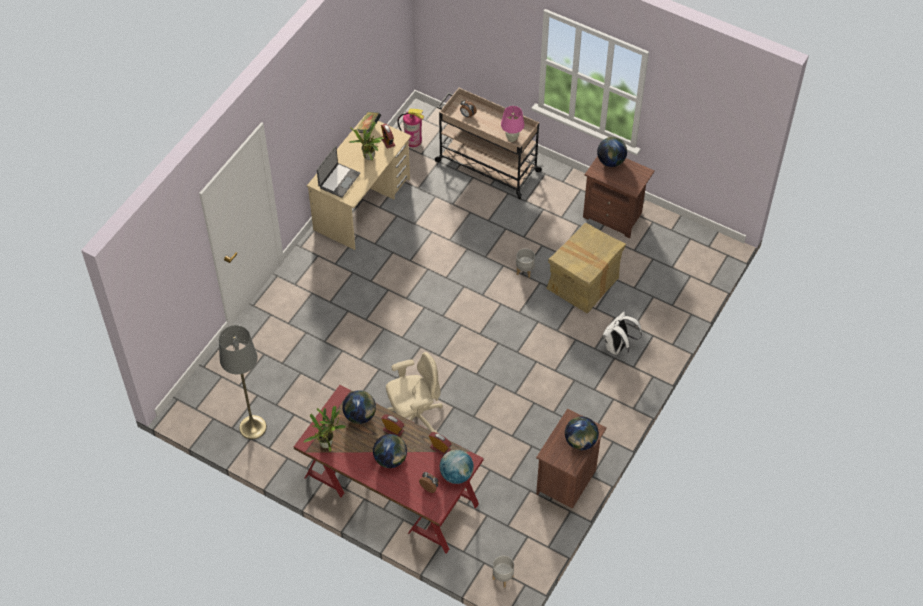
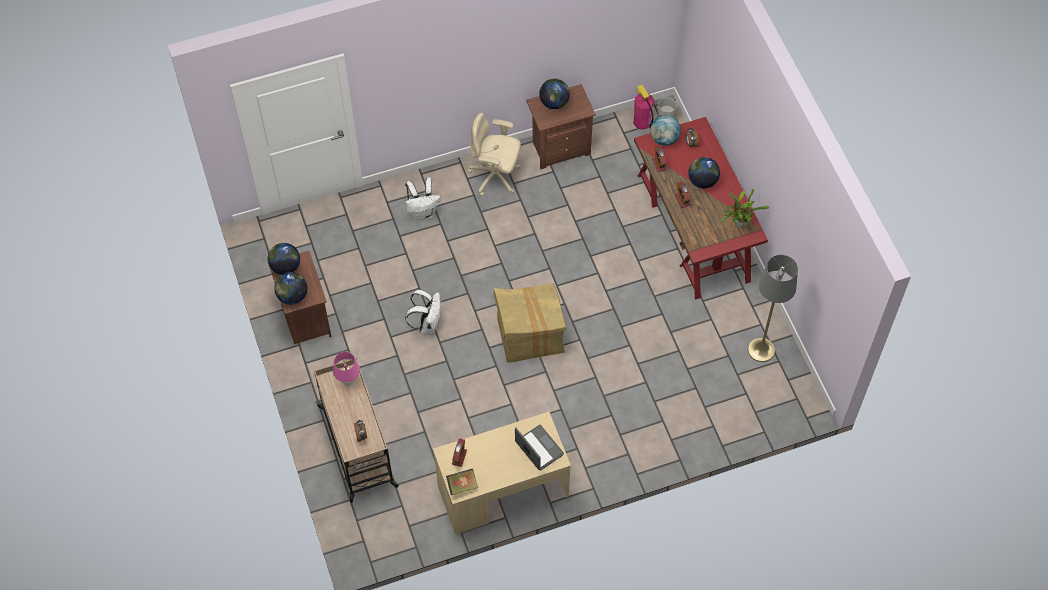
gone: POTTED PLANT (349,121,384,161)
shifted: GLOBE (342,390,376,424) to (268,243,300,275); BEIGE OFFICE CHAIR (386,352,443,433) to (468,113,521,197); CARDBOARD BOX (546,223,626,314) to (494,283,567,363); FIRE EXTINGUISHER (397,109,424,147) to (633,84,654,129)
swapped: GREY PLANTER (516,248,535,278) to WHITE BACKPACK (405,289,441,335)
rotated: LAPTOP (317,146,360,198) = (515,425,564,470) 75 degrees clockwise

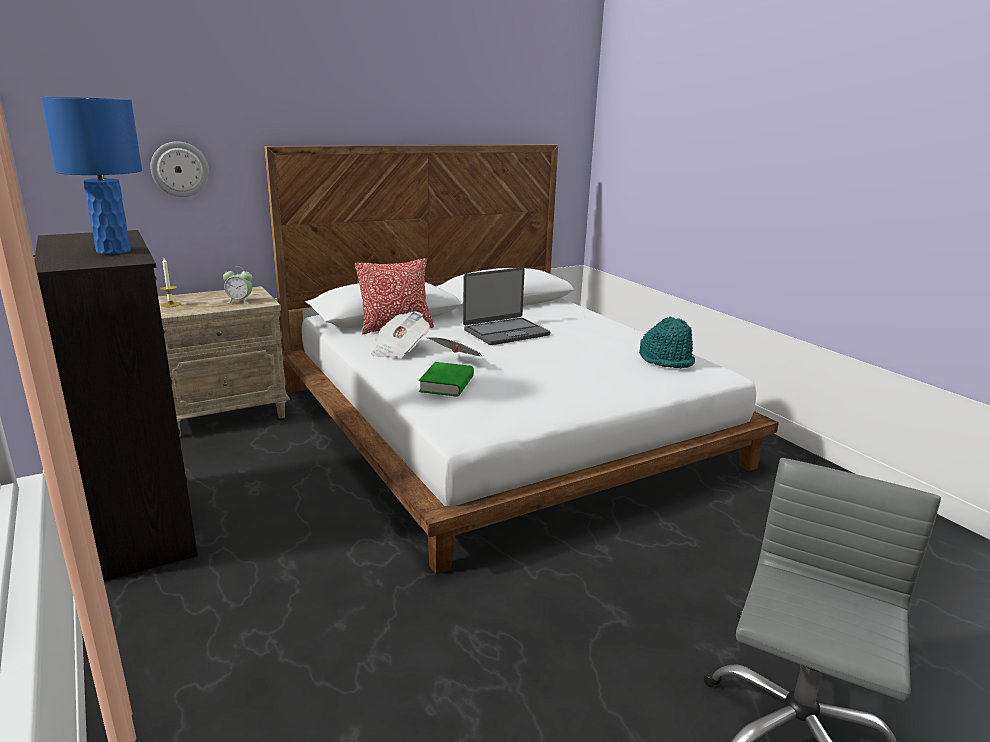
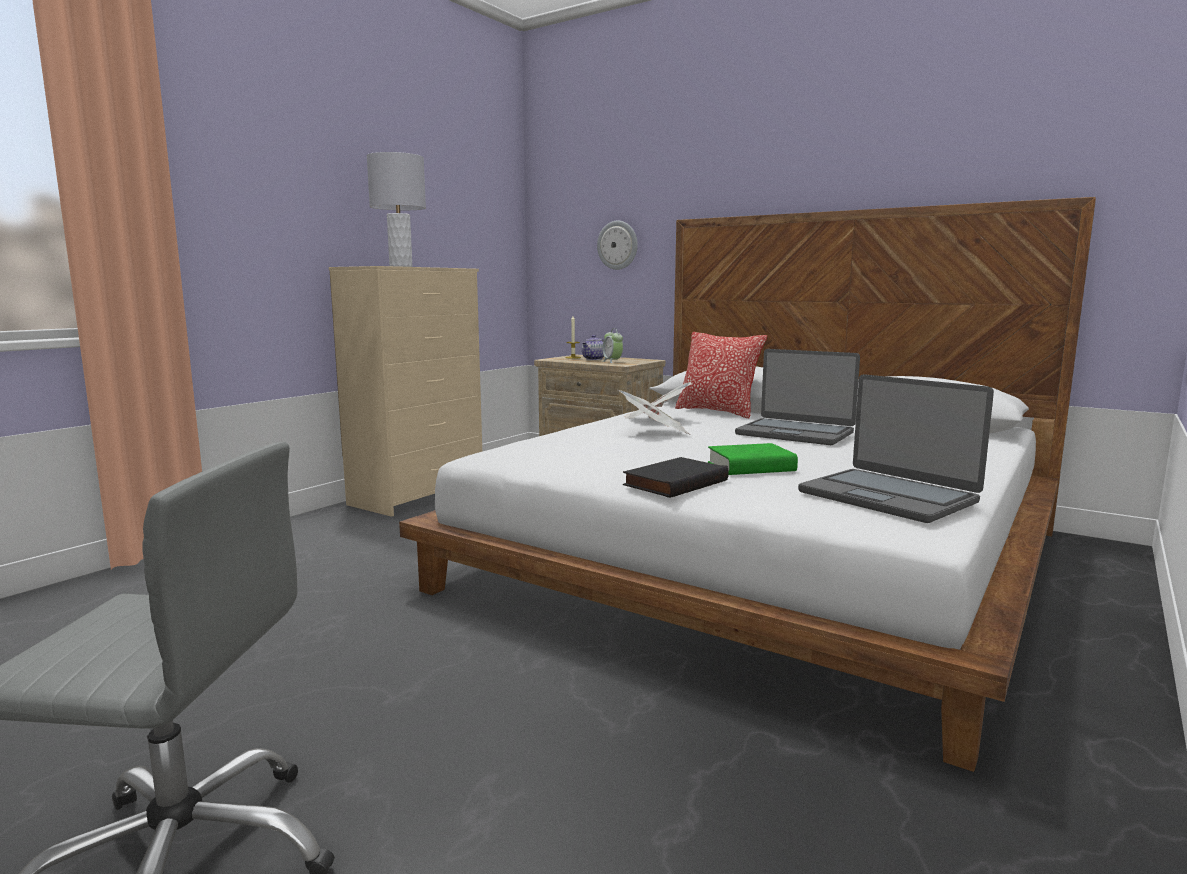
new: TEAPOT (582,335,604,360); BLACK BOOK (623,457,729,498)
shifted: GREEN BOOK (419,362,474,397) to (708,443,798,475)
swapped: TURQUOISE HAT (639,317,695,368) to LAPTOP (798,374,994,523)
repainted: BLACK DRESSER (33,230,198,581) to BEIGE DRESSER (329,266,482,517); BLUE TABLE LAMP (40,97,142,255) to GREY TABLE LAMP (367,152,426,267)

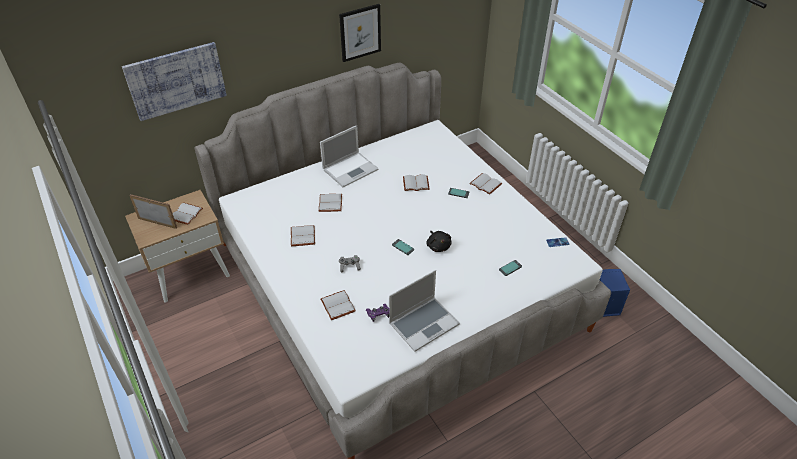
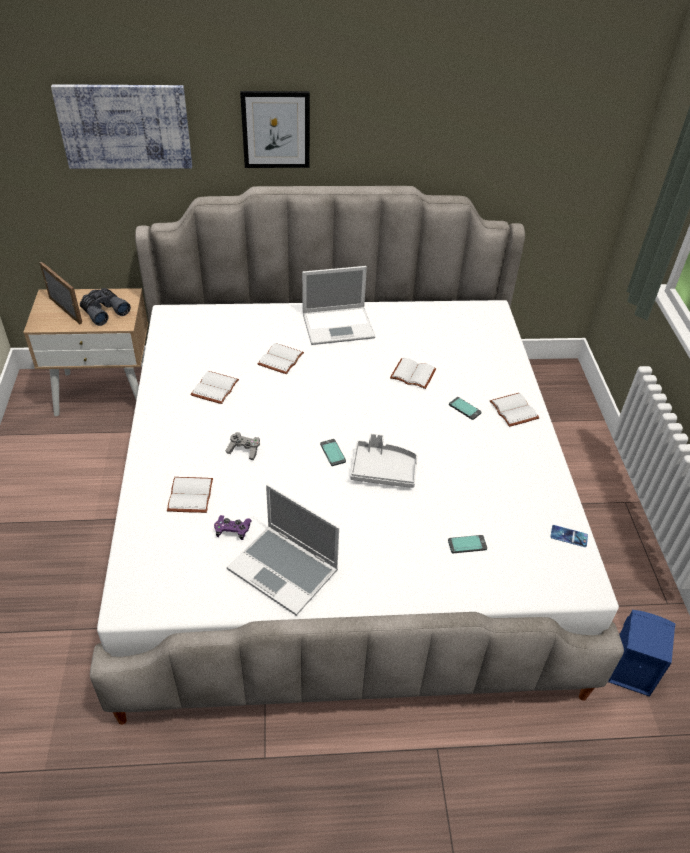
shifted: PICTURE (339,4,381,62) to (240,91,310,168)
swapped: WHITE BOOK (173,203,203,225) to GREY BINOCULARS (80,288,131,326); BLACK PLUSH TOY (426,231,451,252) to GREY TRAY (350,433,418,488)
rotated: LAPTOP (389,270,460,352) = (227,484,339,616) 45 degrees clockwise

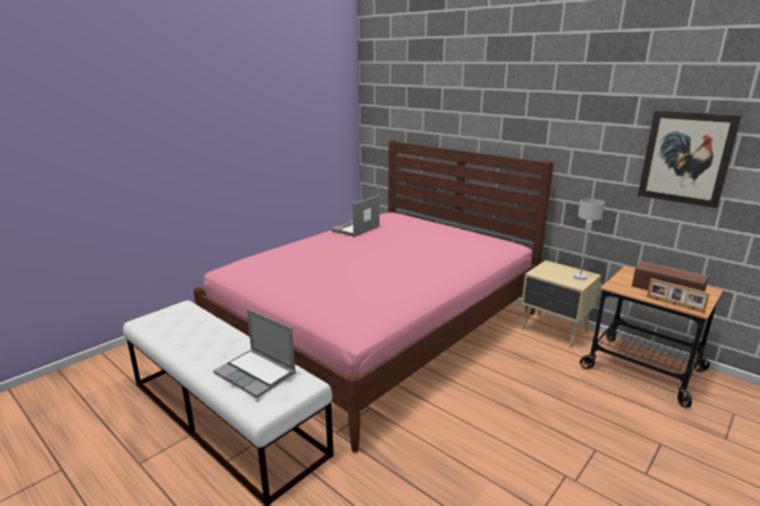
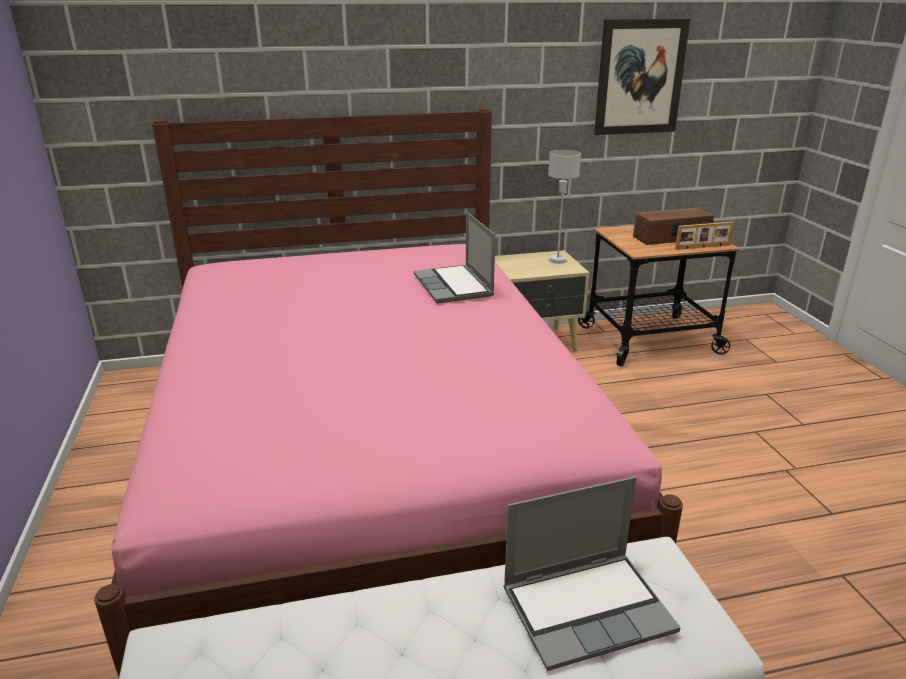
shifted: LAPTOP (330,195,380,237) to (414,212,495,303)

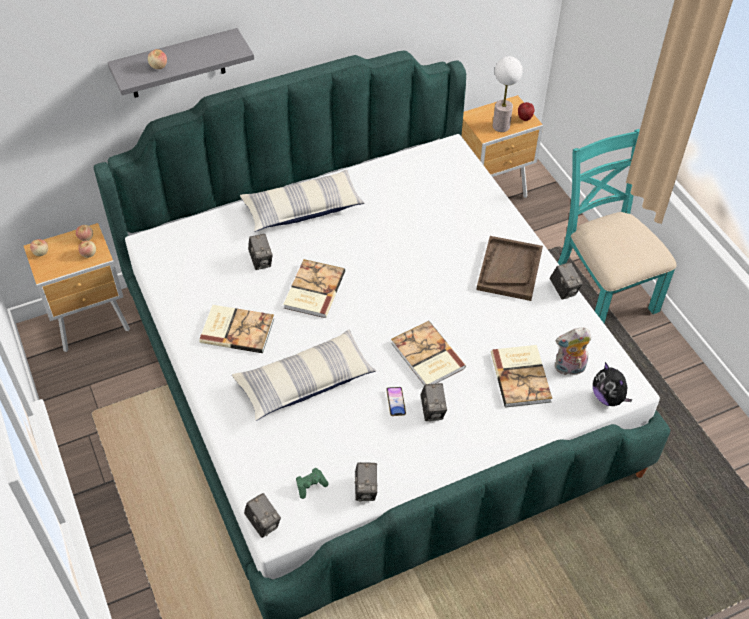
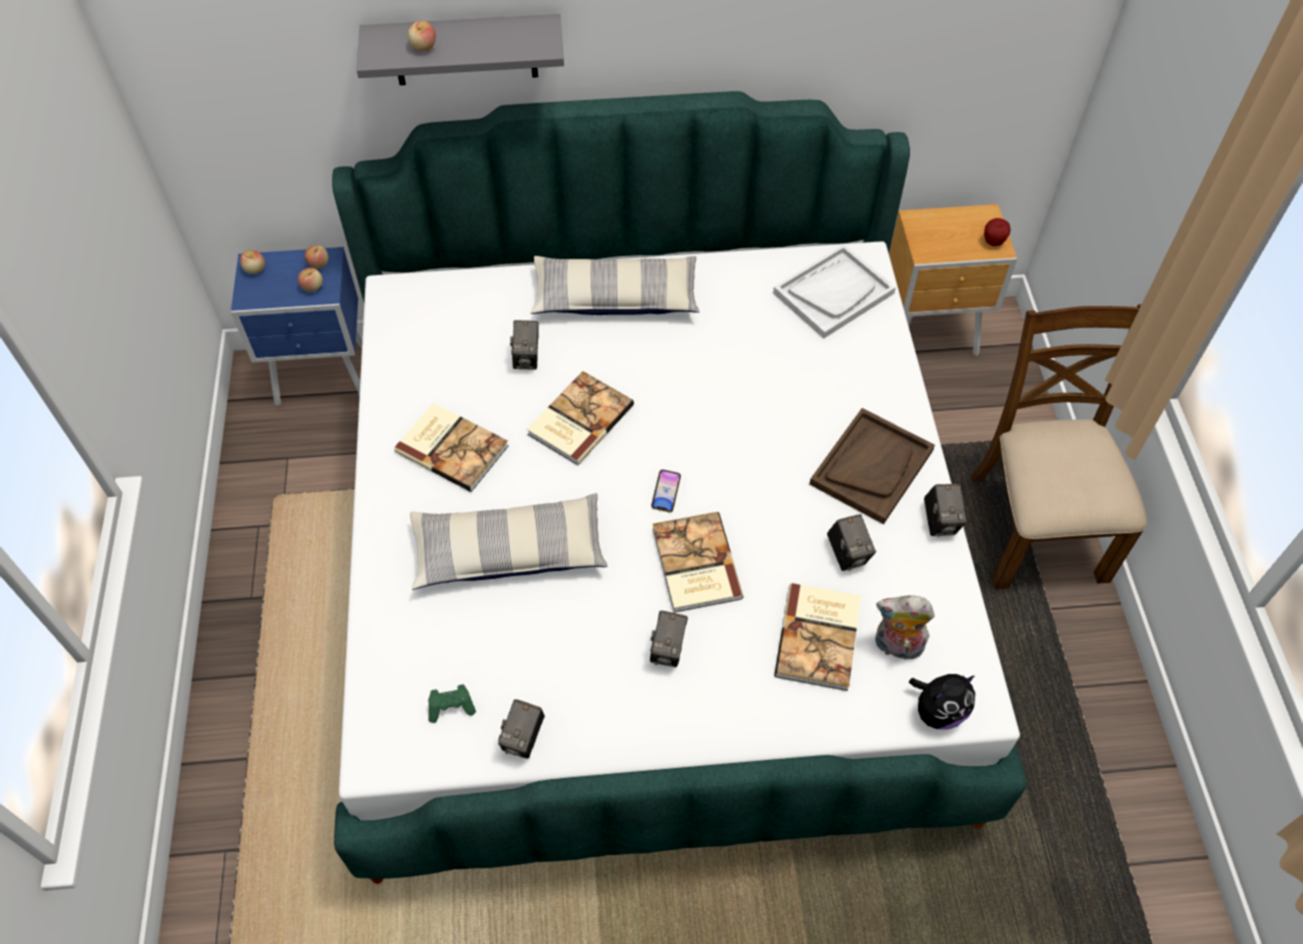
gone: TABLE LAMP (493,56,523,132)
new: WHITE TRAY (773,244,896,338)
shifted: PHONE (386,387,406,416) to (651,469,681,513); PHOTO CAMERA (244,493,281,538) to (827,514,876,571)
repainted: BROWN NIGHTSTAND (24,223,130,352) to BLUE NIGHTSTAND (231,247,362,406); TURQUOISE CHAIR (558,129,677,324) to BROWN CHAIR (971,304,1147,589)
rotated: PLUSH TOY (593,362,633,406) = (909,674,975,730) 105 degrees counterclockwise

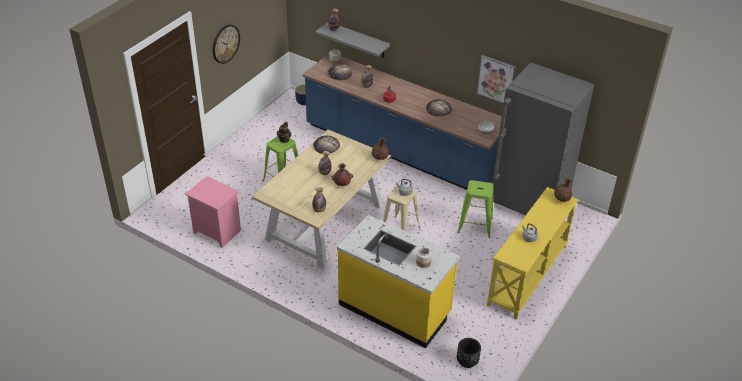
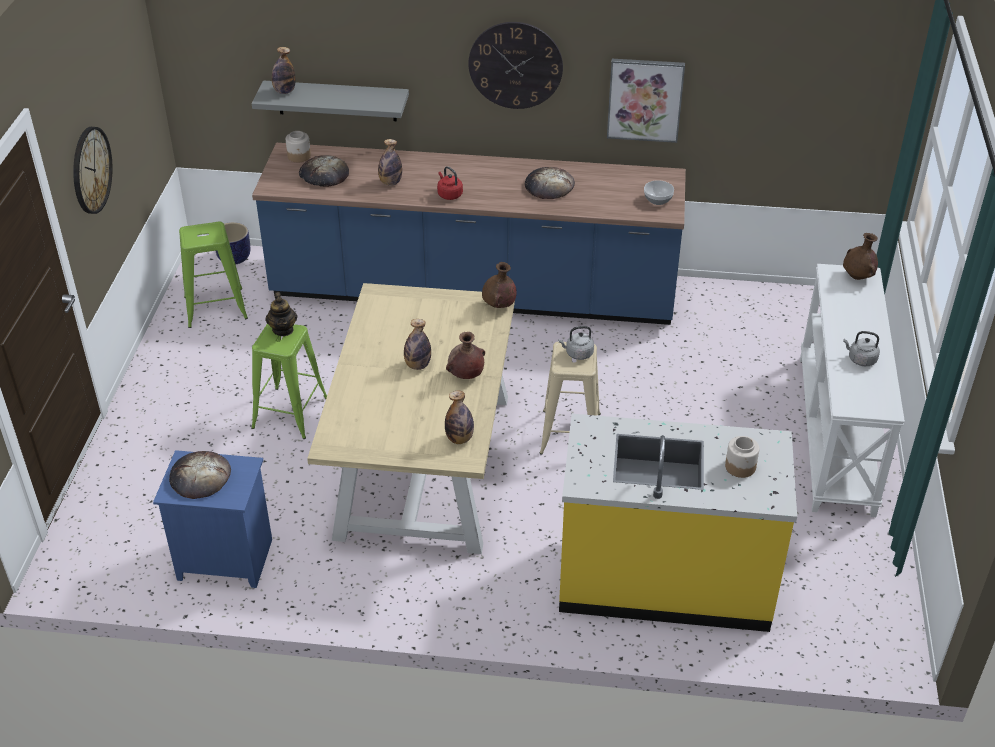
gone: BLACK PLANTER (457,338,481,368); GREY FRIDGE (492,63,594,215)
new: WALL CLOCK (468,22,563,109)
shifted: BREAD (313,136,340,154) to (169,451,231,499); GREEN STOOL (457,180,493,238) to (179,222,248,328)
repainted: PINK NIGHTSTAND (185,176,241,248) to BLUE NIGHTSTAND (153,450,272,588); YELLOW CONSOLE TABLE (487,187,578,320) to WHITE CONSOLE TABLE (800,264,905,517)

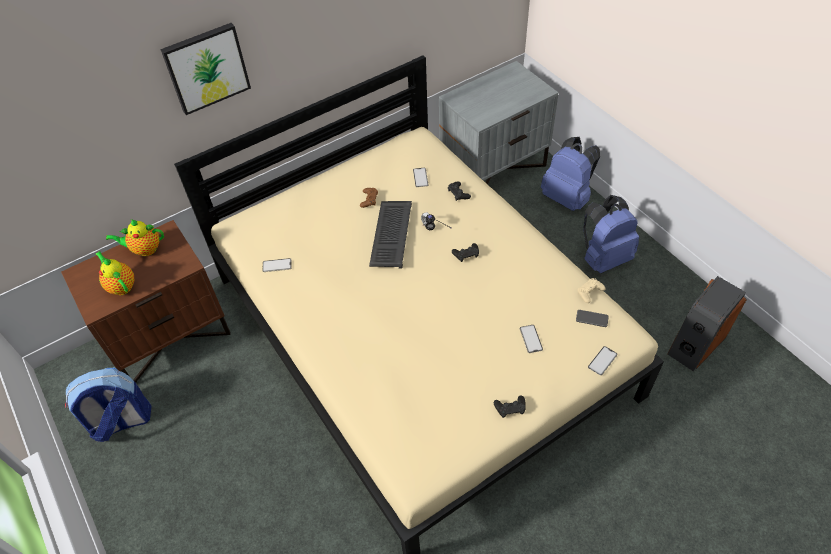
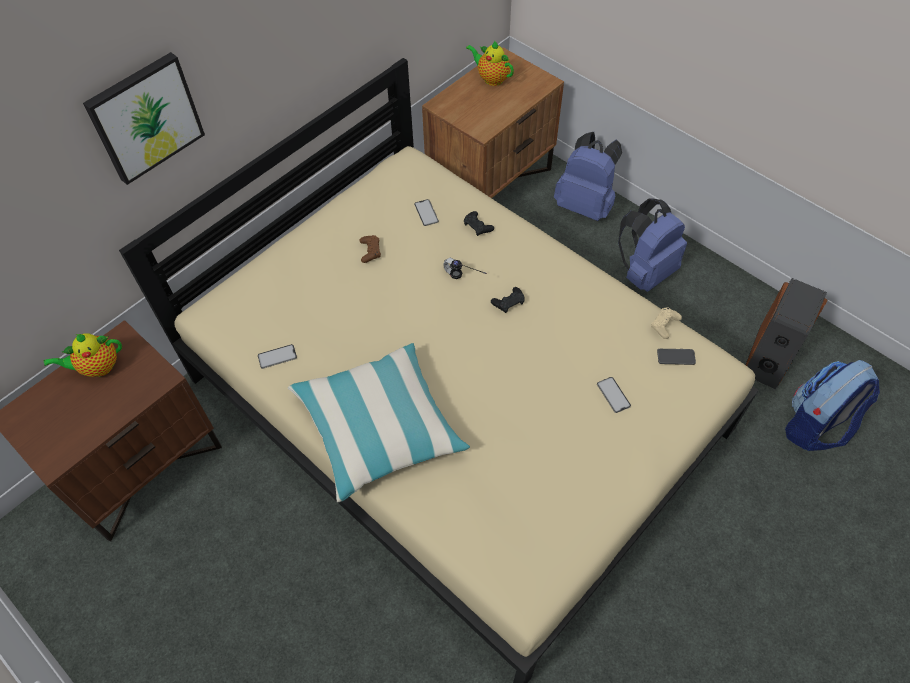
gone: KEYBOARD (369,201,412,268); BLACK GAME CONTROLLER (494,395,526,418); PHONE (588,346,618,376)
new: PILLOW (288,343,470,502)
shifted: TEAPOT (96,251,134,295) to (466,41,514,86); BACKPACK (65,368,152,442) to (785,360,880,451)
repainted: GREY NIGHTSTAND (439,61,559,184) to BROWN NIGHTSTAND (422,48,564,198)

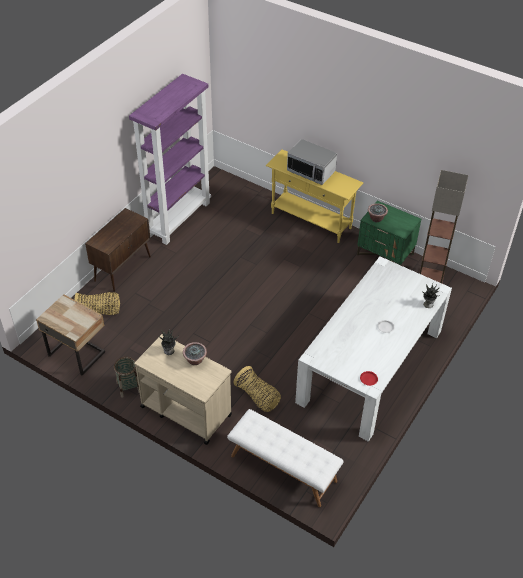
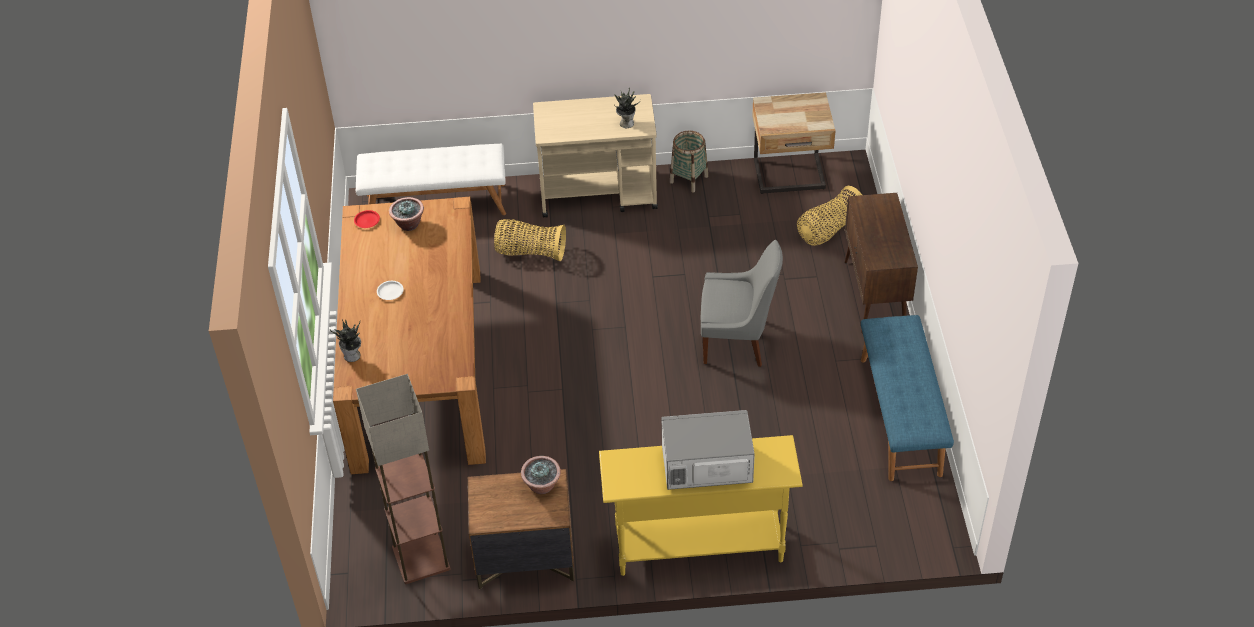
new: GREY CHAIR (701,240,783,367)
shifted: POTTED PLANT (183,342,207,365) to (389,197,424,231)
swapped: PURPLE BOOKCASE (129,74,211,245) to BLUE BENCH (861,315,954,481)
repainted: WHITE DINING TABLE (295,256,452,442) to BROWN DINING TABLE (333,197,486,474); GREEN NIGHTSTAND (357,201,421,265) to BROWN NIGHTSTAND (468,469,575,589)

